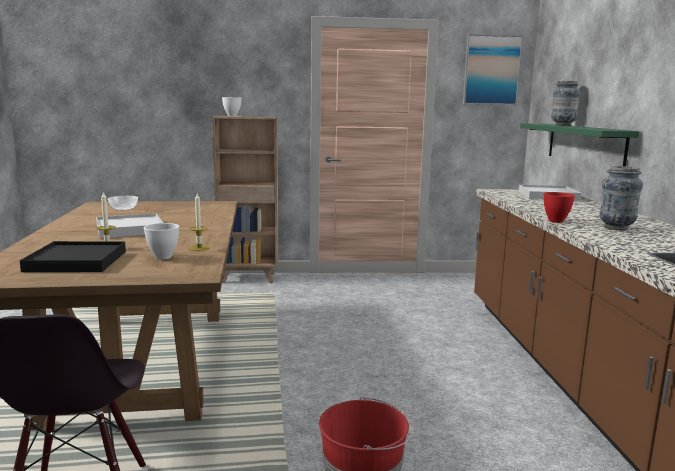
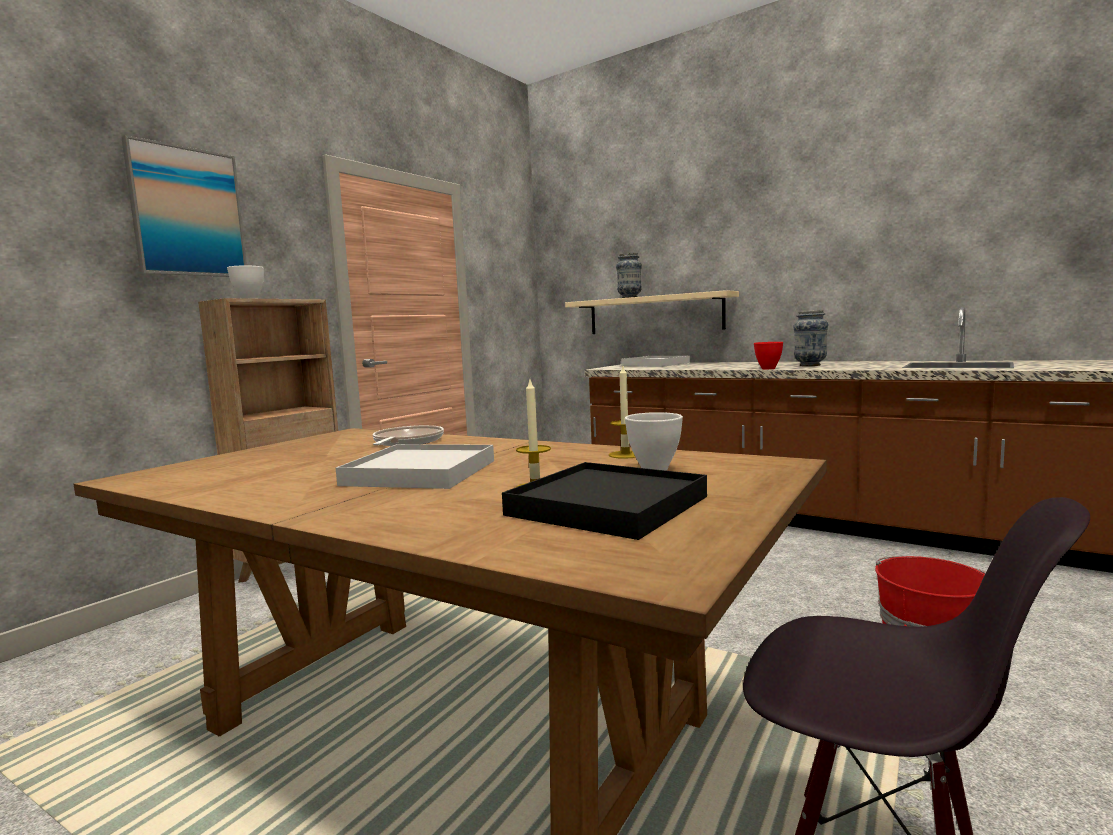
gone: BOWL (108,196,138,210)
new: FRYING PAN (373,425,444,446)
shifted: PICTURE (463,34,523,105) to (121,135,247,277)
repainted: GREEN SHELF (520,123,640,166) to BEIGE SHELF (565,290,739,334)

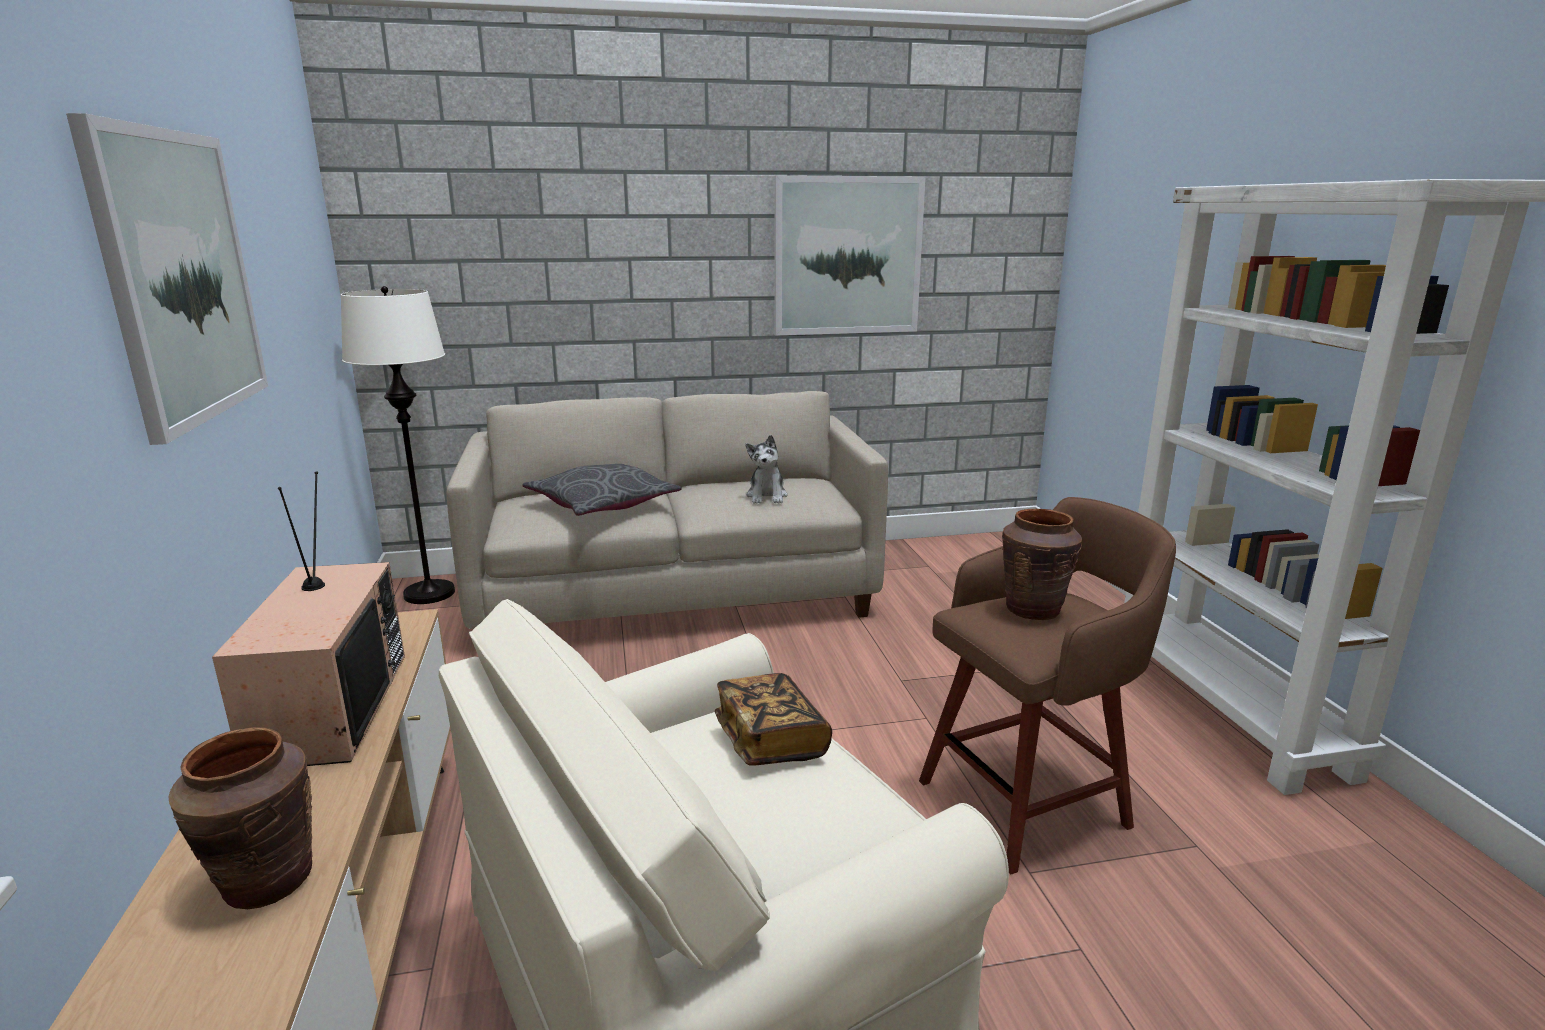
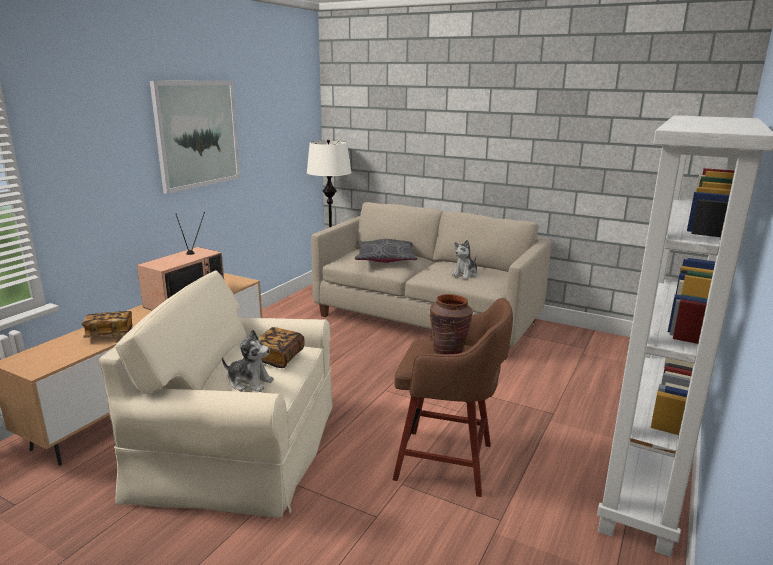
gone: PICTURE (774,175,926,335)
new: PLUSH TOY (222,329,274,392)
swapped: BROWN VASE (168,727,313,909) to BOOK (81,311,132,338)

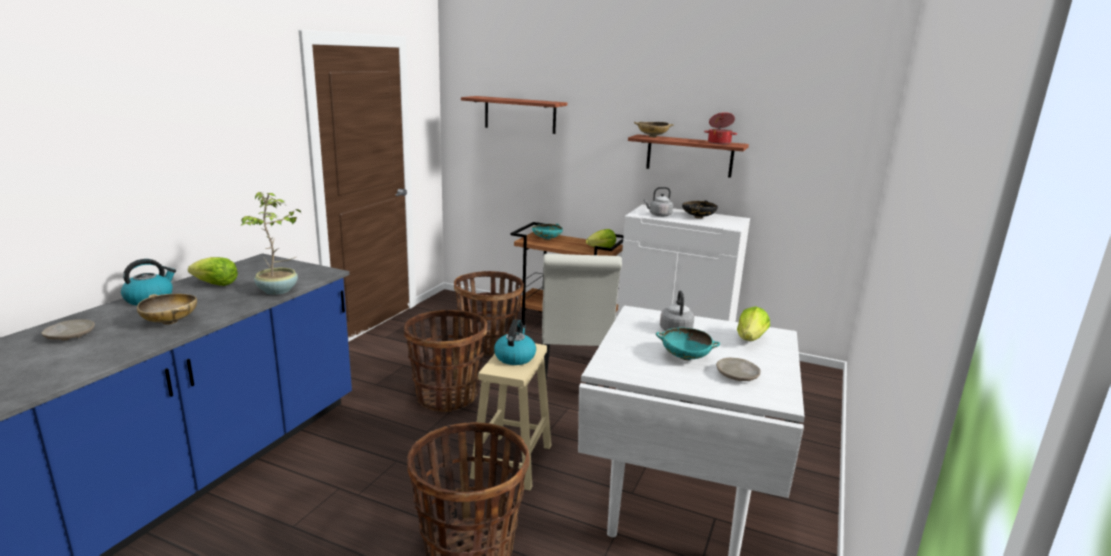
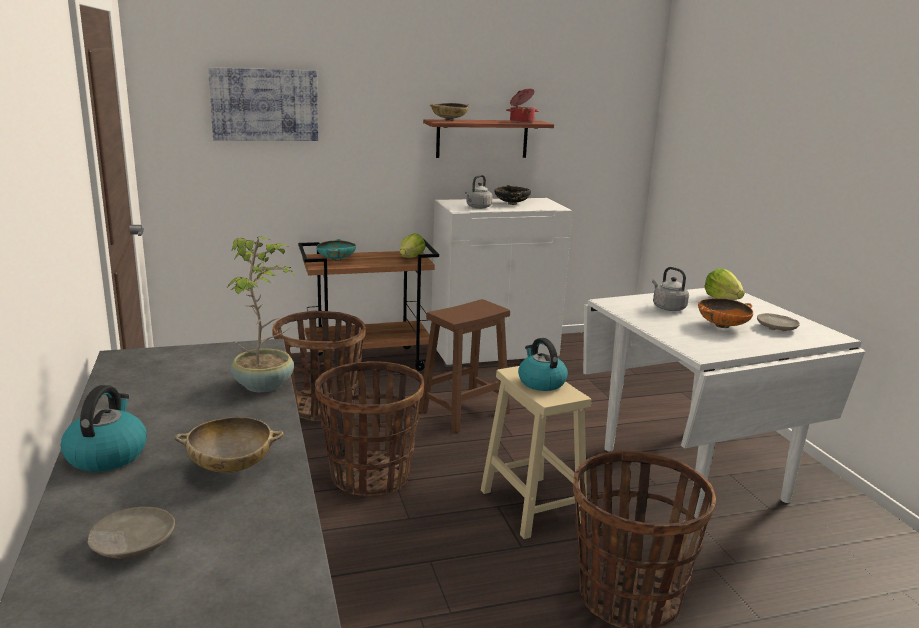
gone: LETTUCE (188,257,238,286)
swapped: SHELF (461,96,567,134) to PICTURE (208,67,318,141); WHITE CHAIR (542,254,622,388) to BROWN STOOL (419,299,510,433)
repainted: TURQUOISE BOWL (656,328,720,360) to ORANGE BOWL (698,298,753,328)

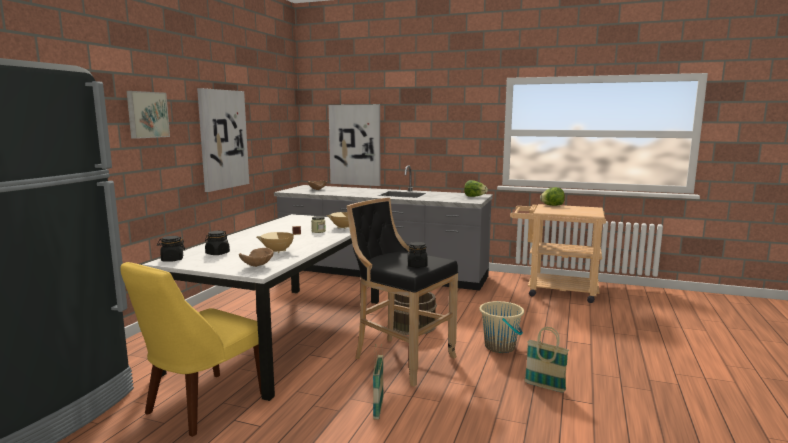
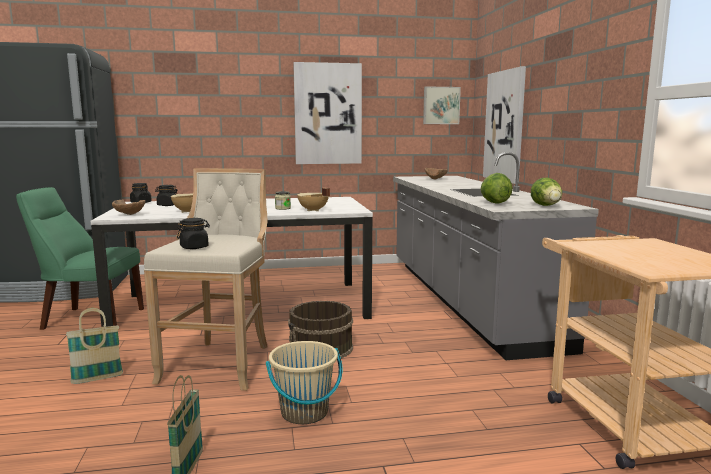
shifted: PICTURE (126,91,170,139) to (423,86,461,124); LETTUCE (540,187,565,206) to (480,173,513,204)
repainted: YELLOW CHAIR (120,262,261,437) to GREEN CHAIR (16,187,144,330); BLACK STOOL (347,198,458,387) to BEIGE STOOL (144,168,268,391)

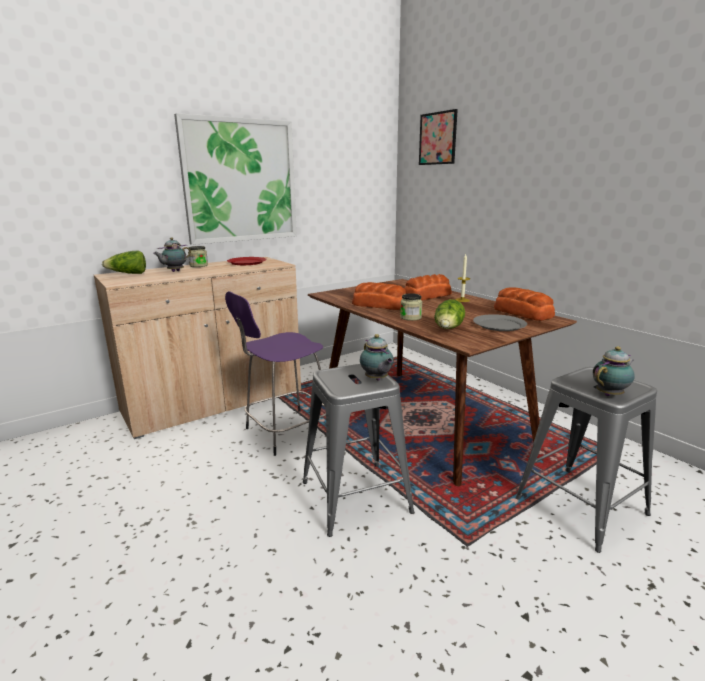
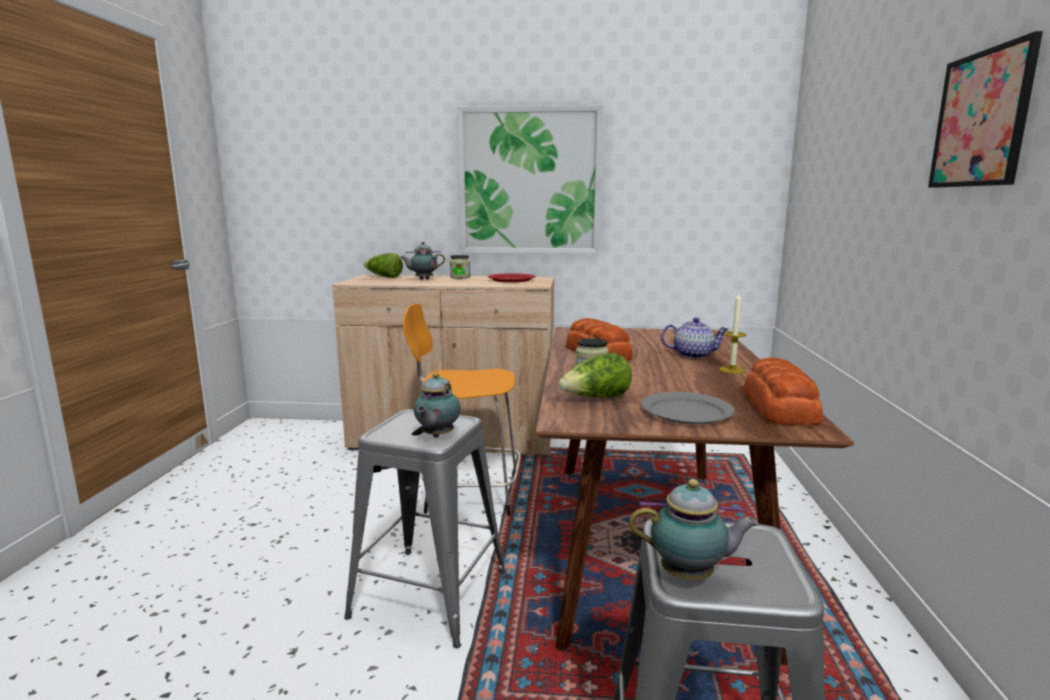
shifted: PICTURE (419,109,458,165) to (928,31,1043,188)
swapped: BREAD (404,274,452,300) to TEAPOT (661,318,729,359)
repainted: PURPLE STOOL (225,291,326,456) to ORANGE STOOL (403,304,521,515)

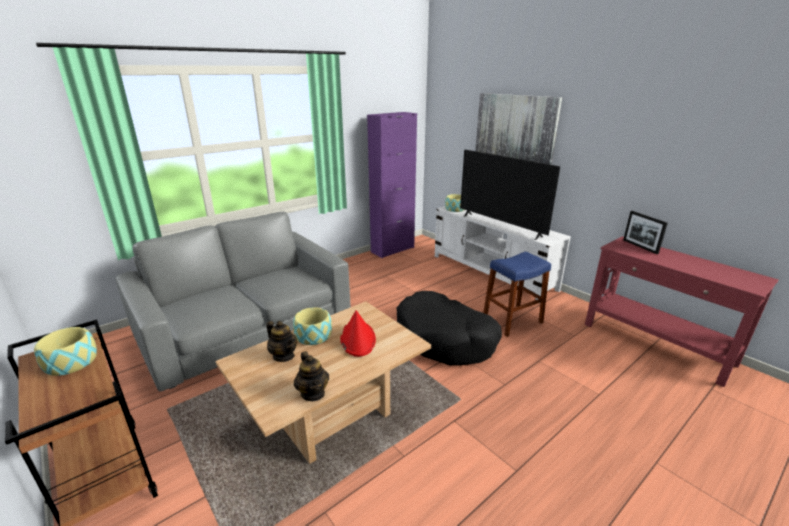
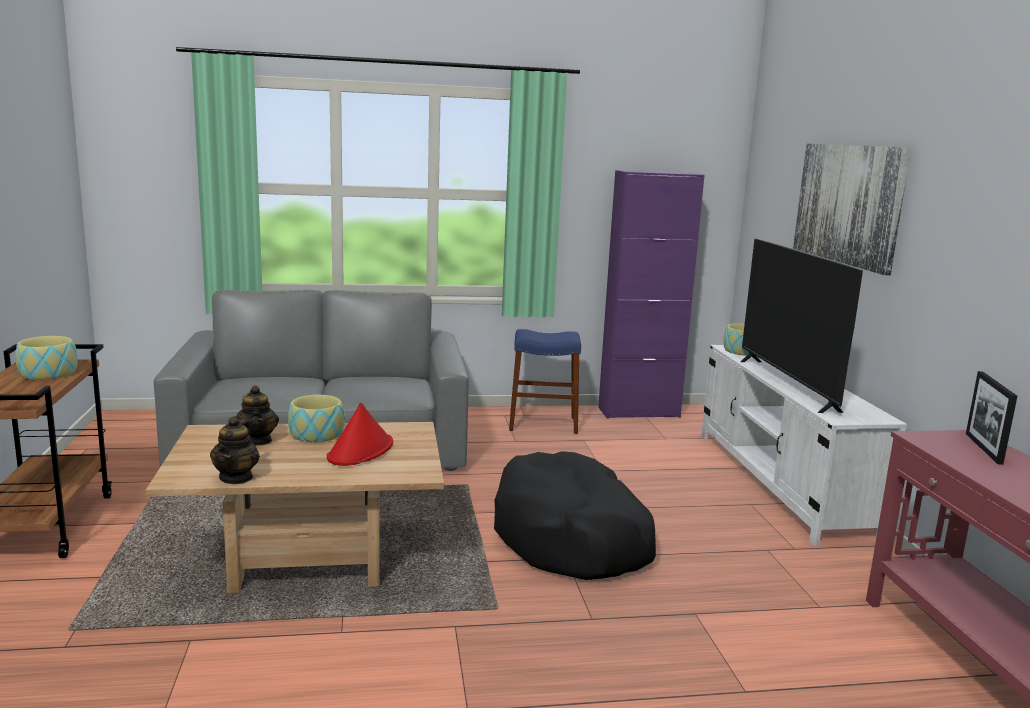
shifted: BLUE STOOL (483,252,551,337) to (509,329,581,434)

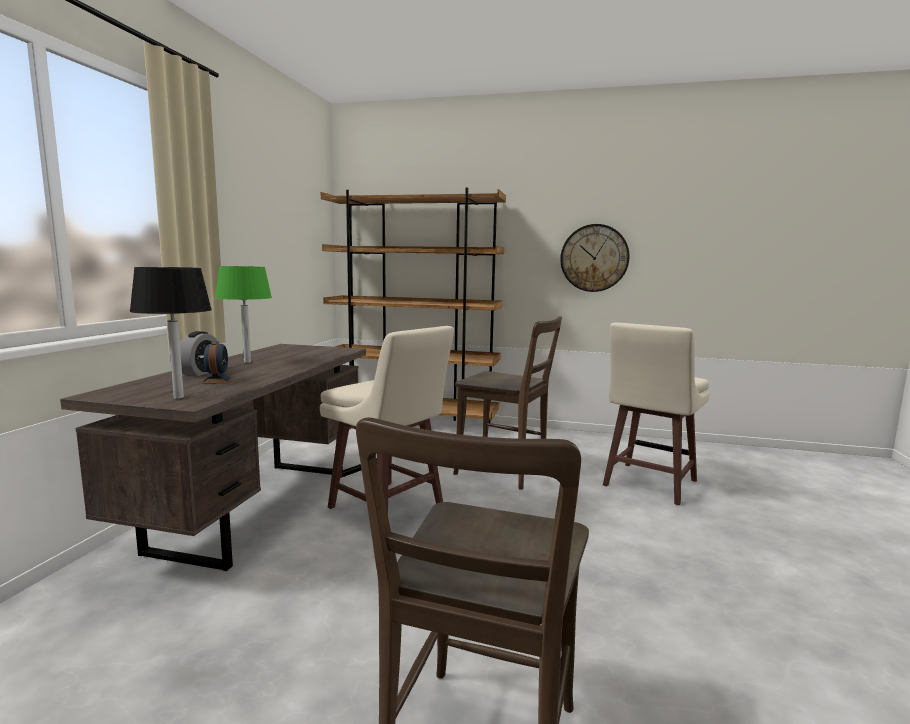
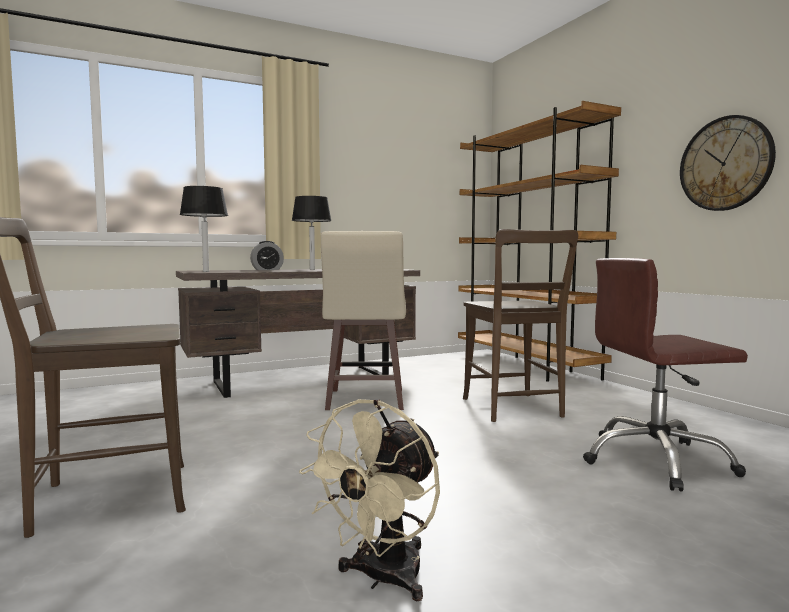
gone: ALARM CLOCK (202,341,232,384)
new: BEIGE FAN (299,399,440,602)
swapped: BEIGE STOOL (603,323,710,505) to BROWN OFFICE CHAIR (583,258,748,491)
repainted: GREEN TABLE LAMP (215,266,272,363) to BLACK TABLE LAMP (292,196,332,270)

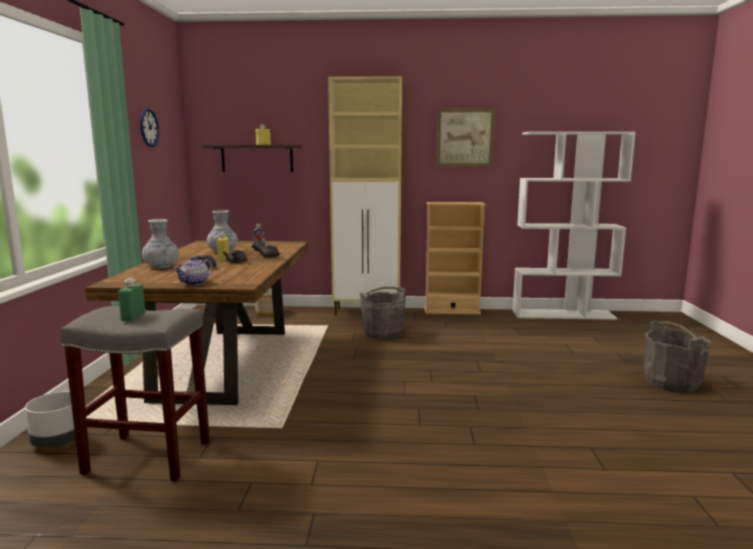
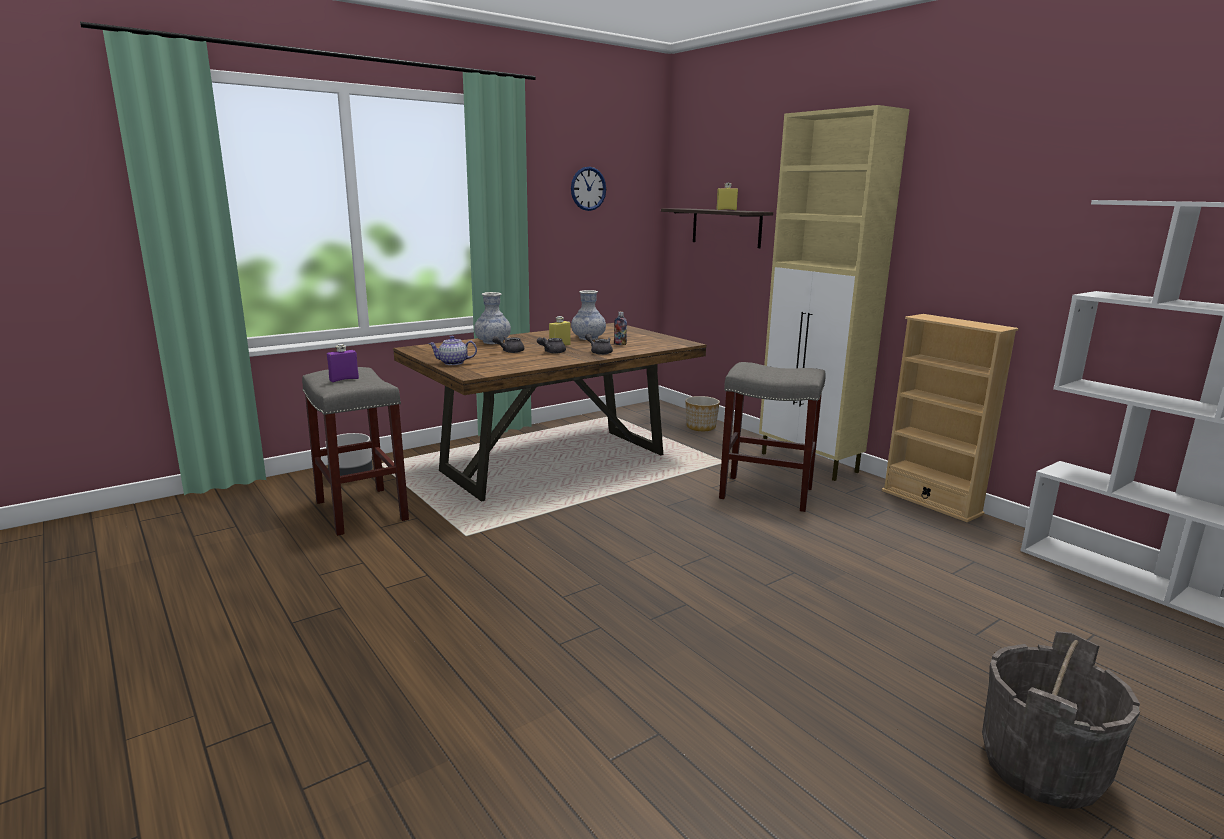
gone: PICTURE (436,108,495,167)
swapped: GREY BUCKET (360,287,407,339) to GREY STOOL (719,362,826,512)
repainted: GREEN BOTTLE (118,278,146,321) to PURPLE BOTTLE (327,344,359,382)

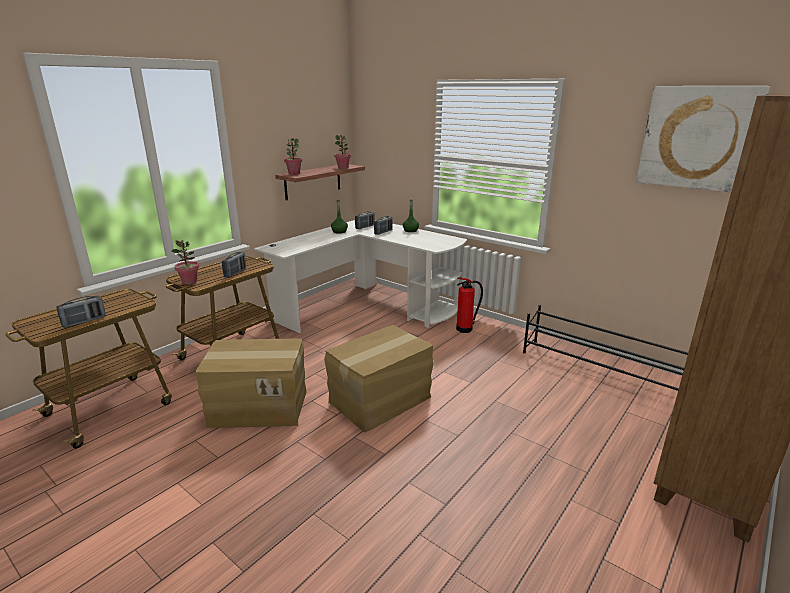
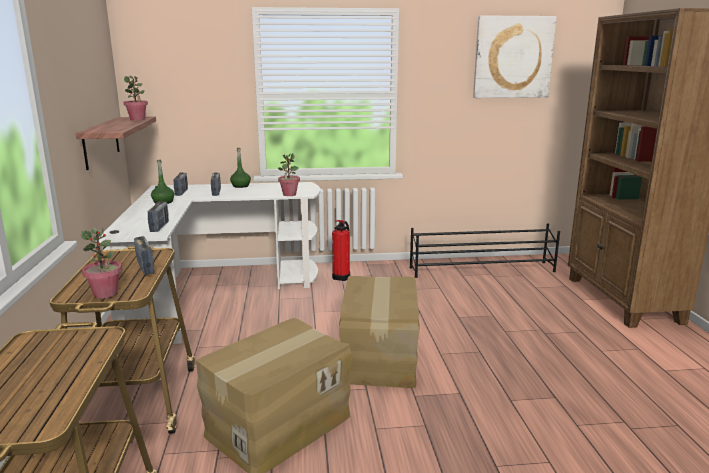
shifted: RADIO (56,295,106,328) to (148,201,169,232); POTTED PLANT (284,138,302,175) to (278,153,300,196)

